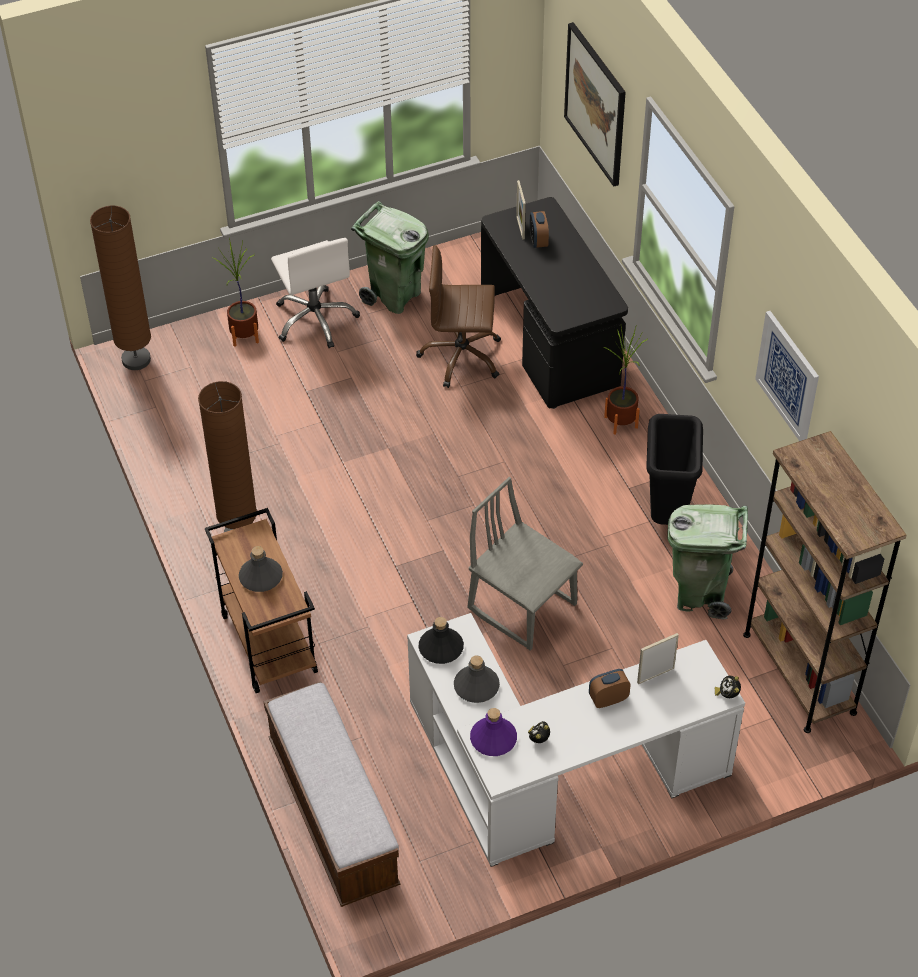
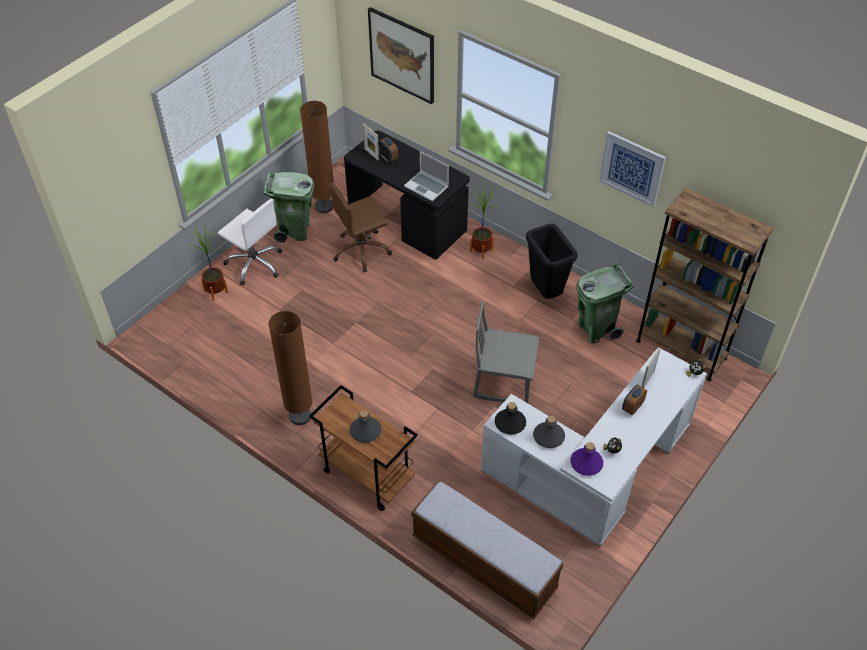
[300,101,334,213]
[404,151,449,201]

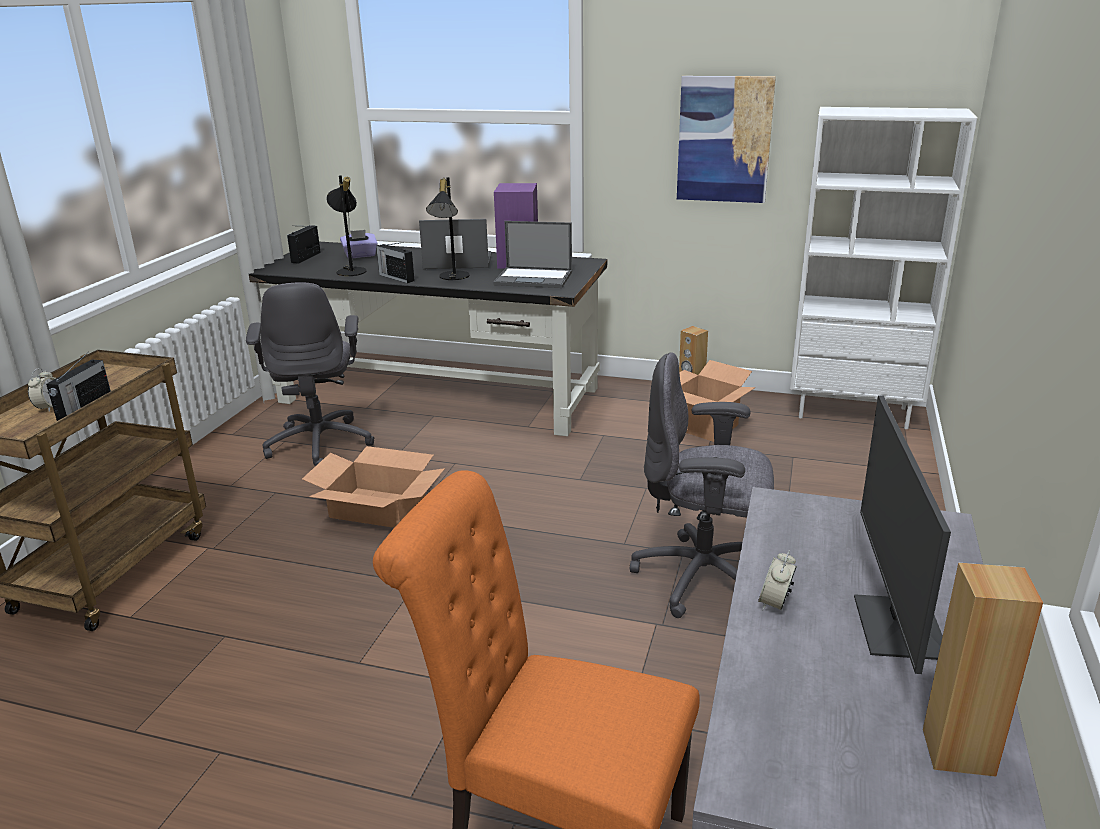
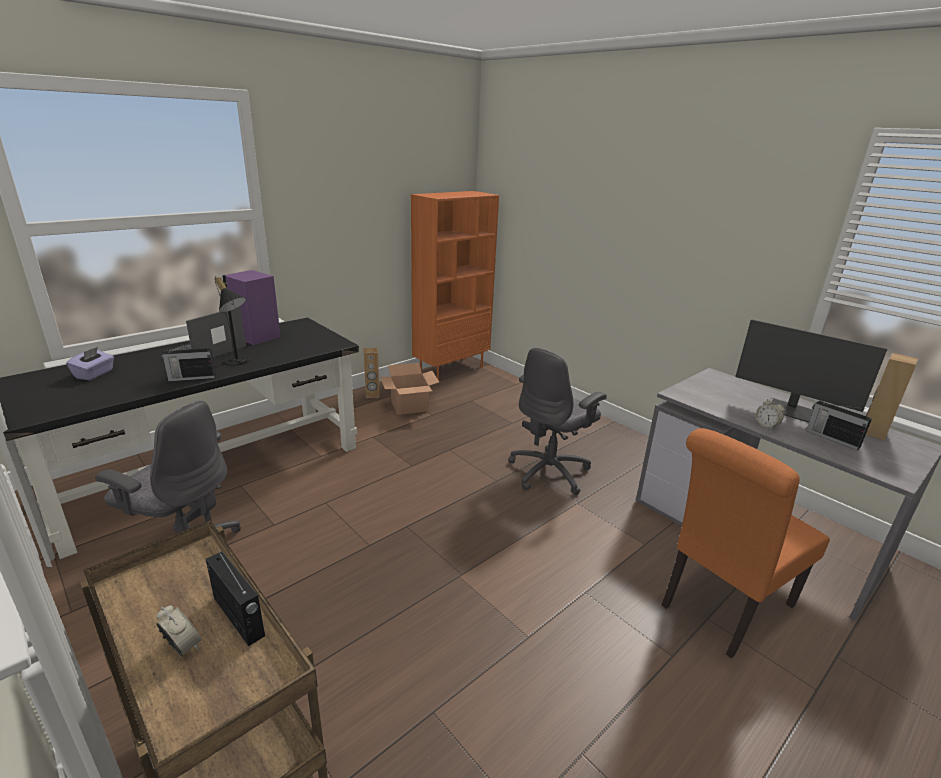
[806,401,872,450]
[302,446,445,528] (first image)
[327,175,367,276] (first image)
[493,221,572,288] (first image)
[677,76,776,203] (first image)
[411,191,499,381]

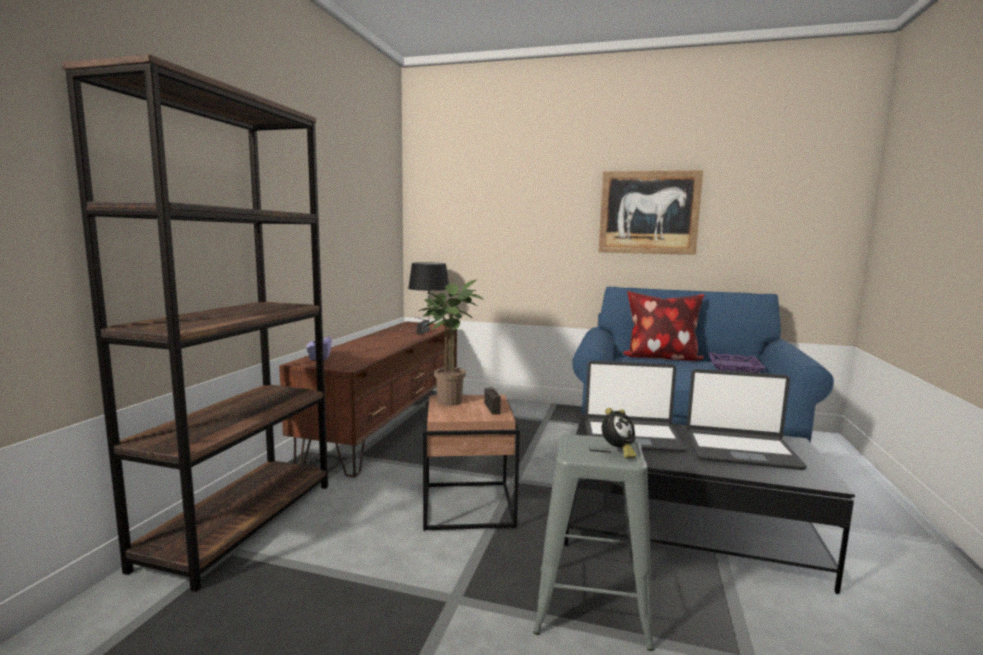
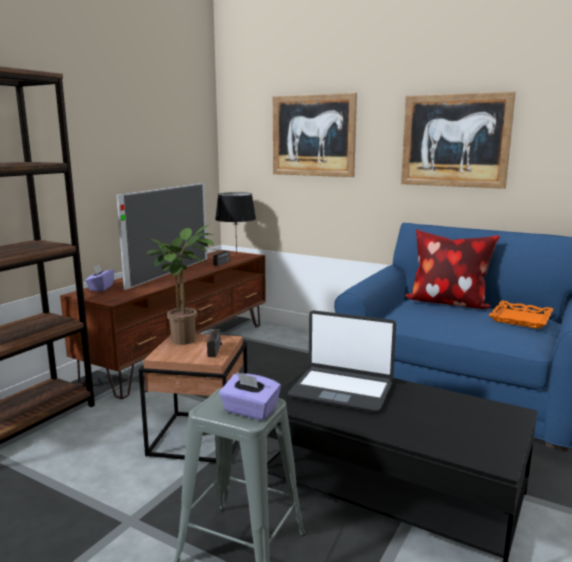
[219,372,281,420]
[686,369,807,470] (first image)
[489,301,554,329]
[116,183,207,290]
[273,93,357,177]

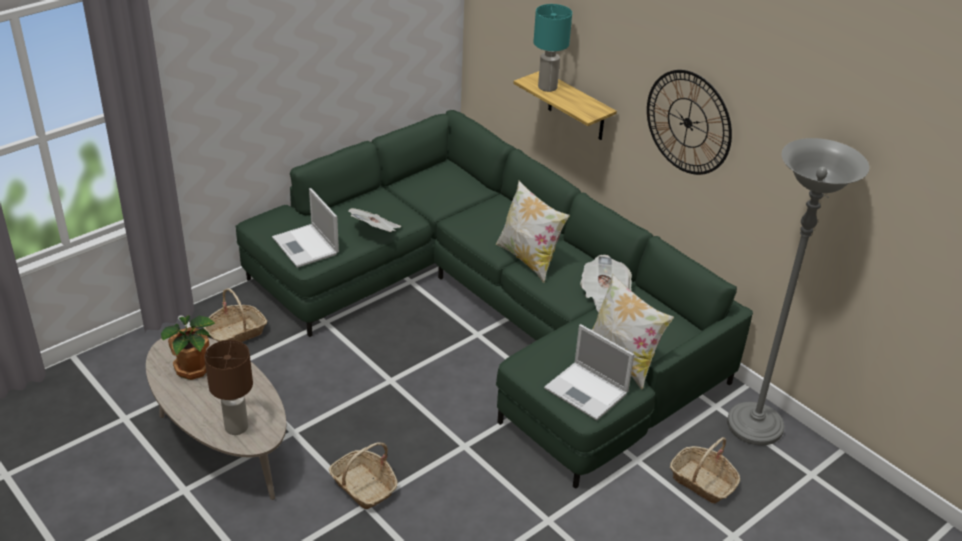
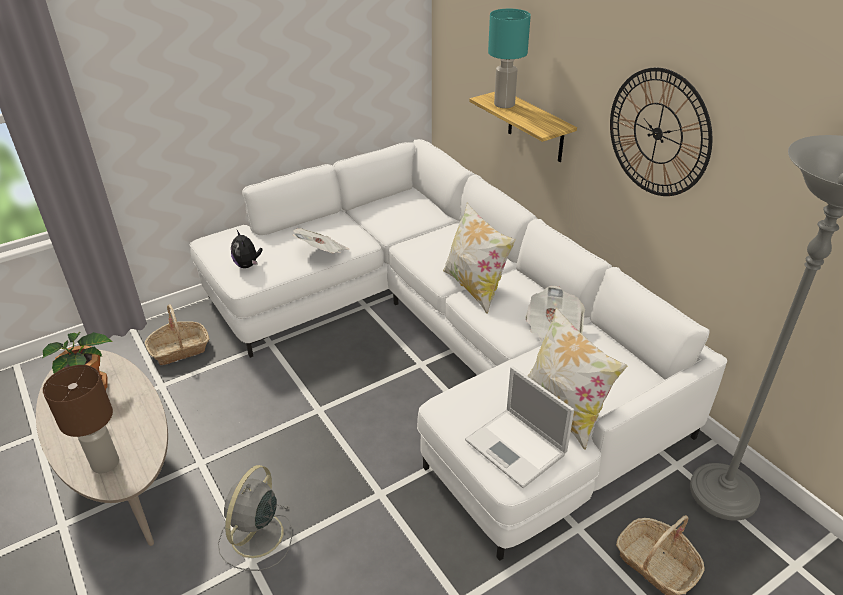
[189,139,727,561]
[231,230,262,268]
[218,465,292,571]

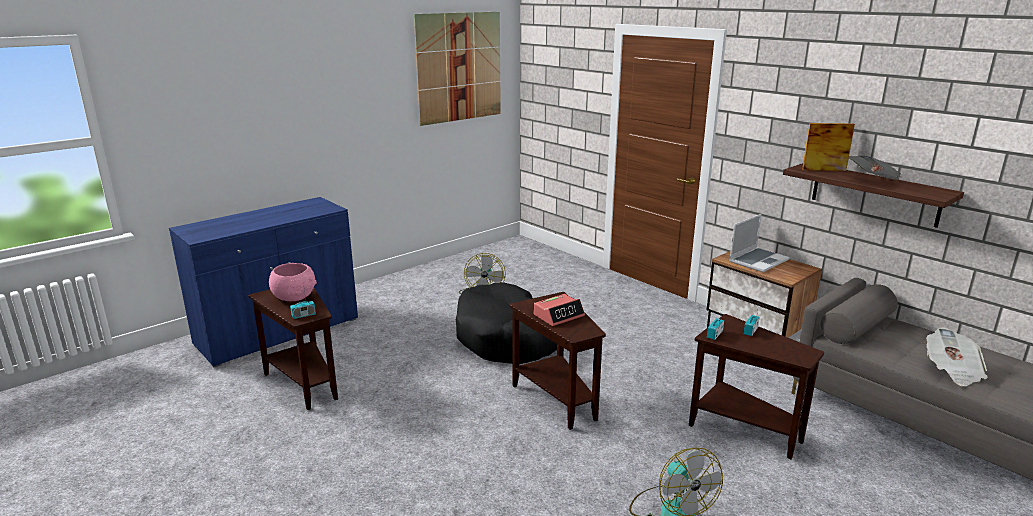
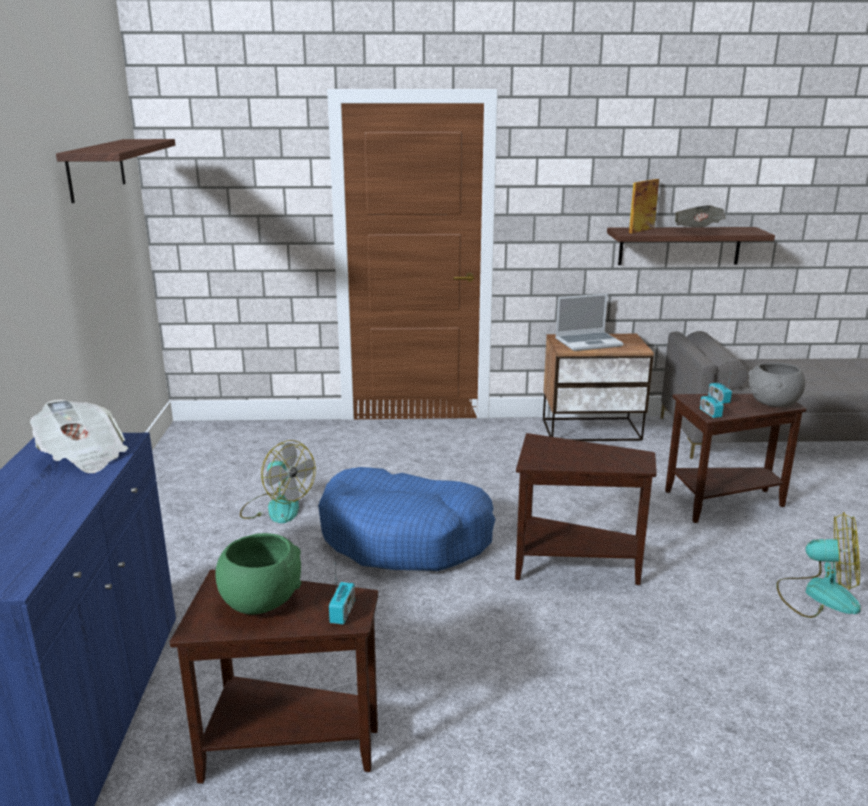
[215,533,301,614]
[56,139,175,203]
[318,467,495,571]
[534,294,585,326] (first image)
[555,293,624,351]
[30,399,128,473]
[748,363,805,407]

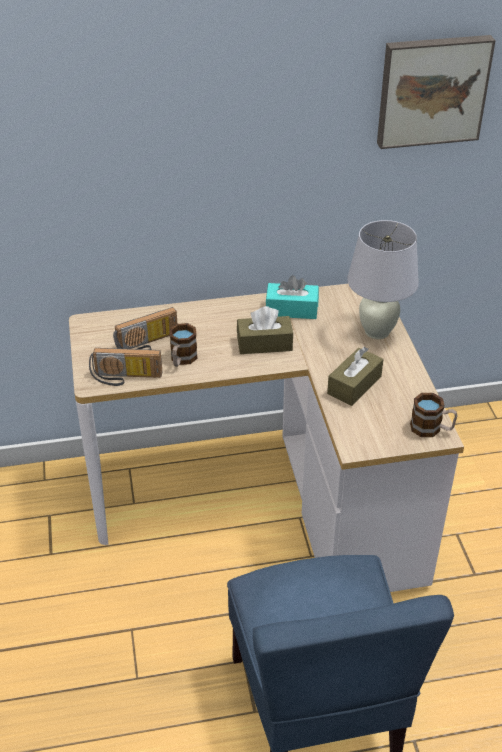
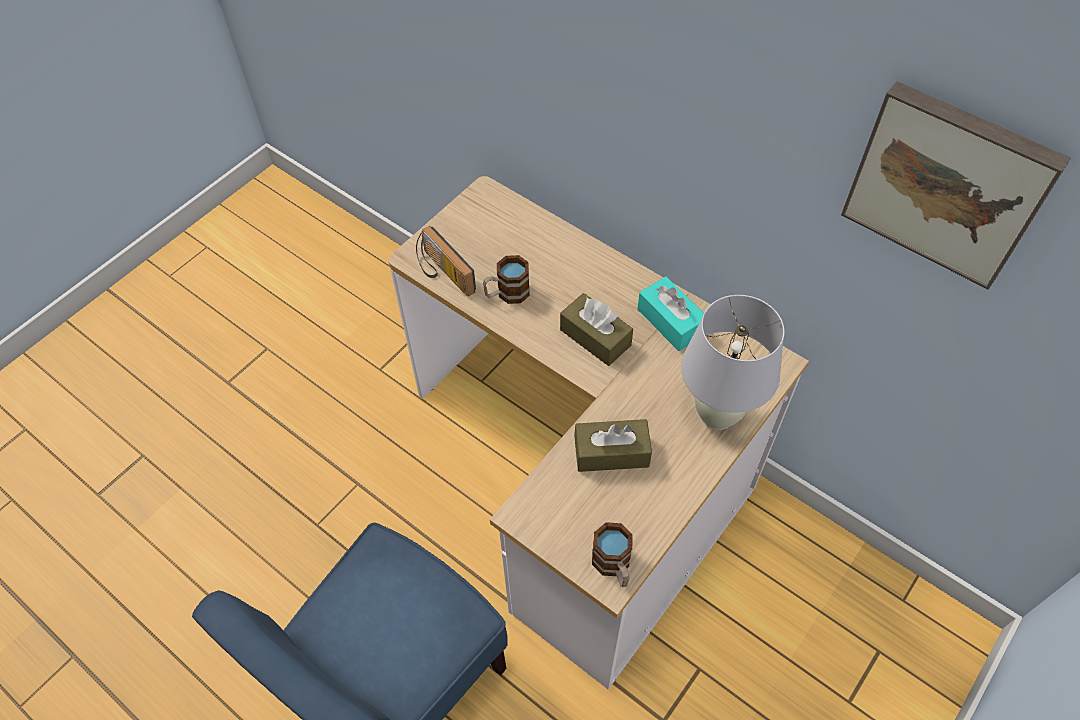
[113,307,177,350] (first image)

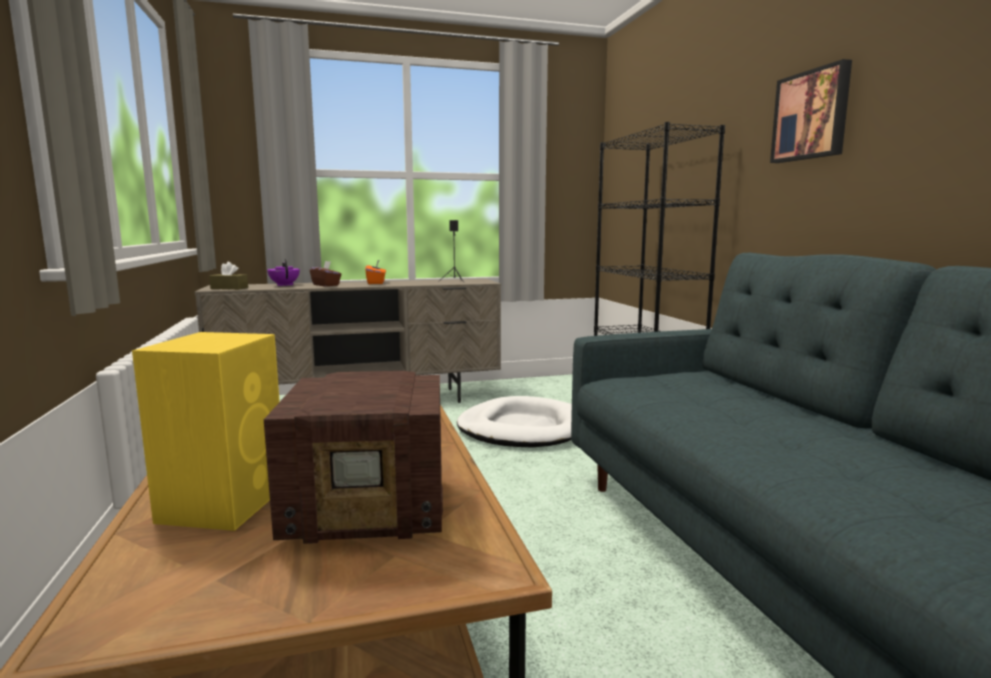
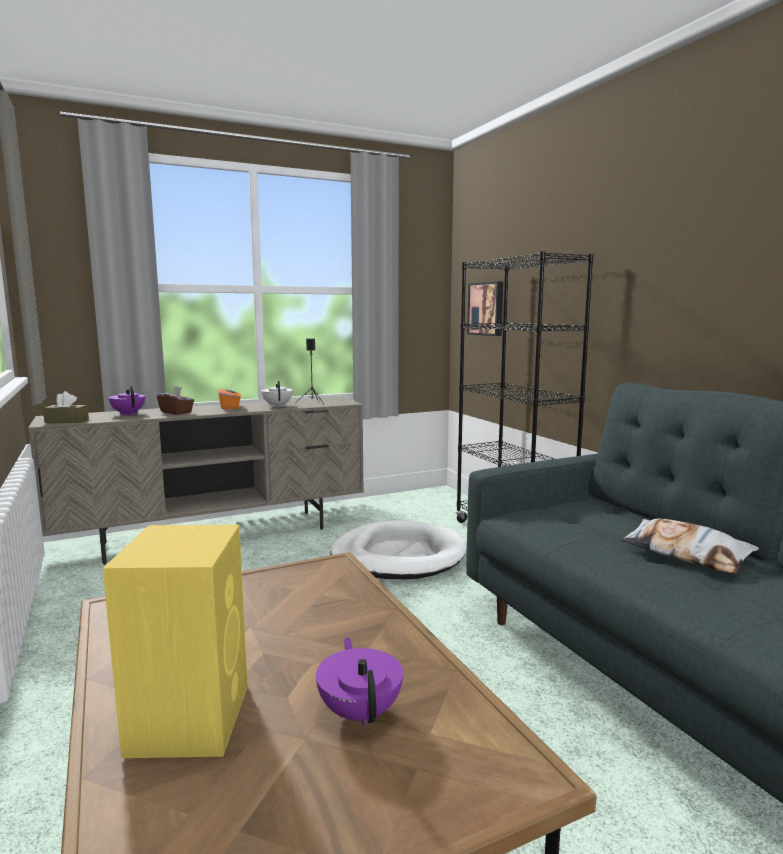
[316,637,403,727]
[467,281,503,336]
[261,381,293,408]
[620,518,759,574]

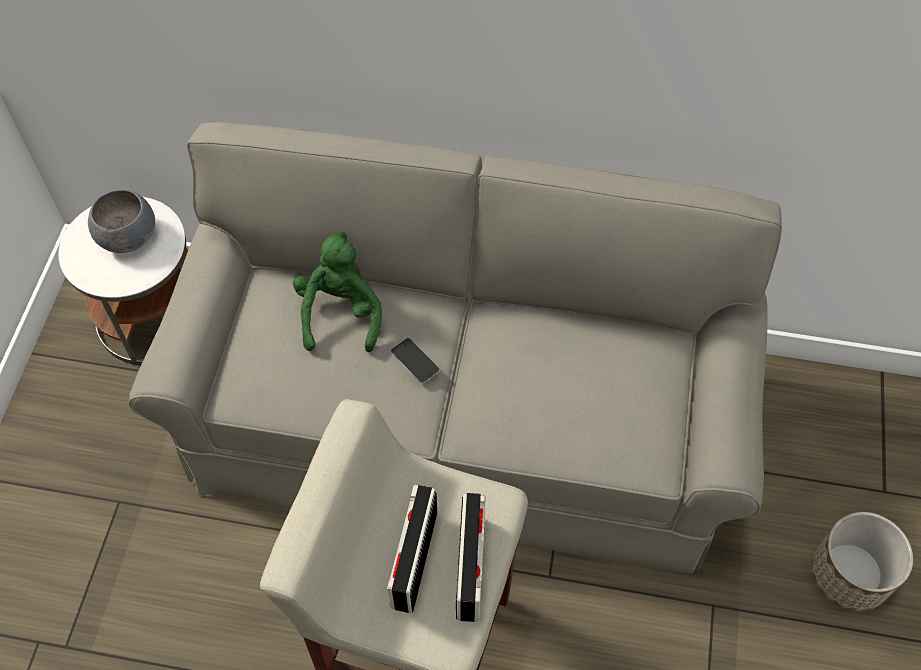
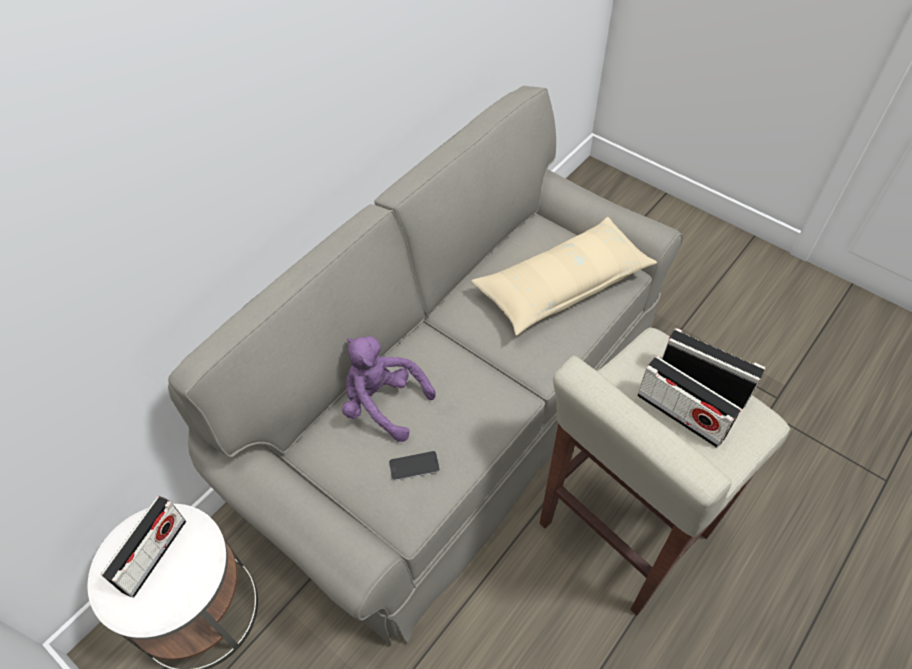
[101,496,186,598]
[342,337,436,442]
[389,451,440,481]
[811,512,913,611] (first image)
[471,217,657,336]

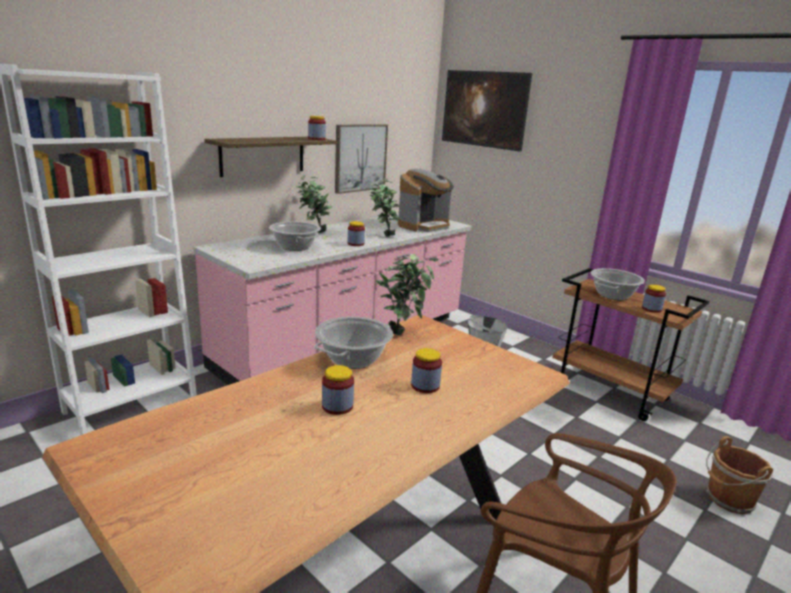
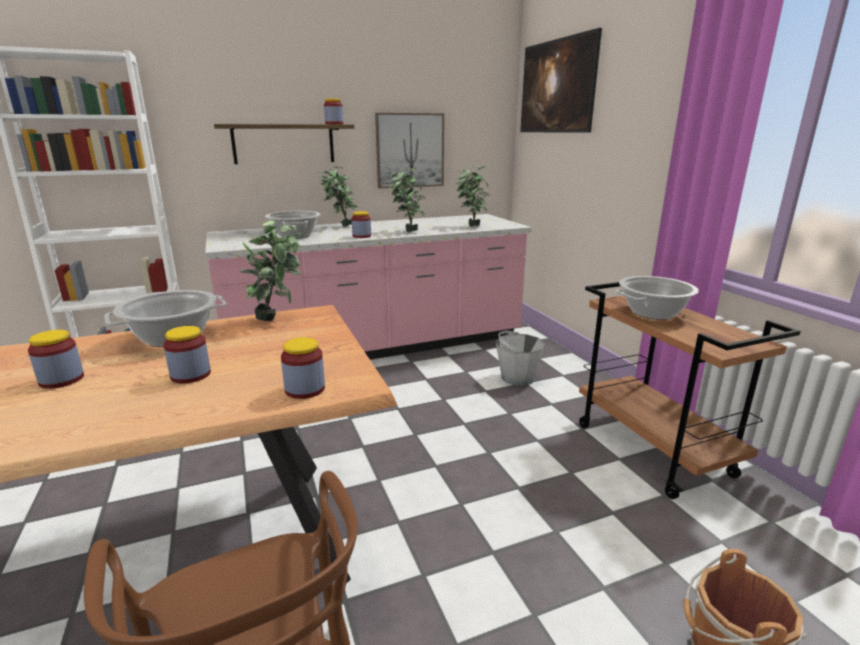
[456,166,490,226]
[281,337,325,399]

